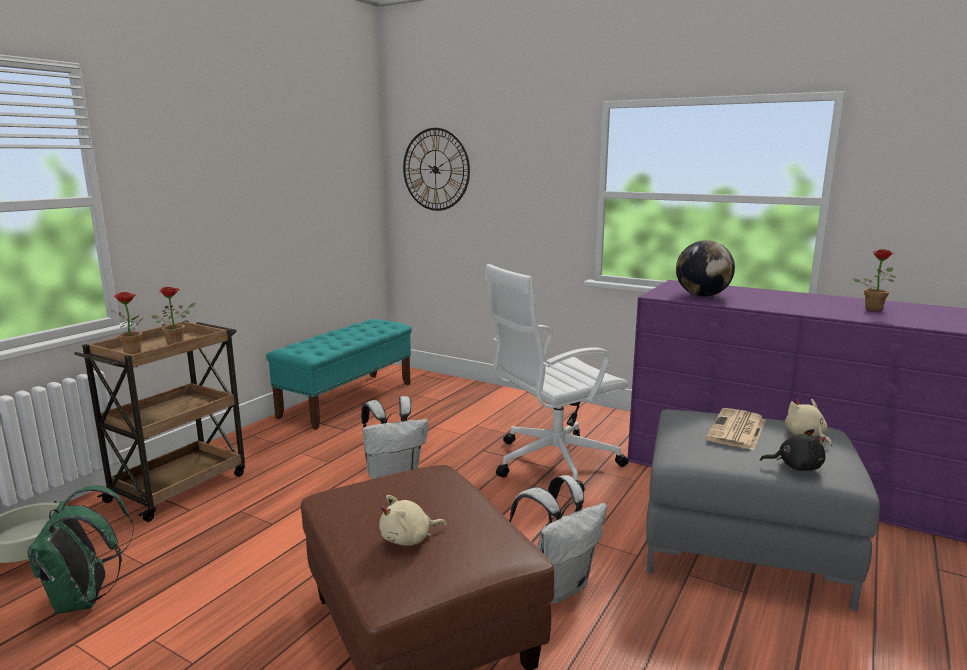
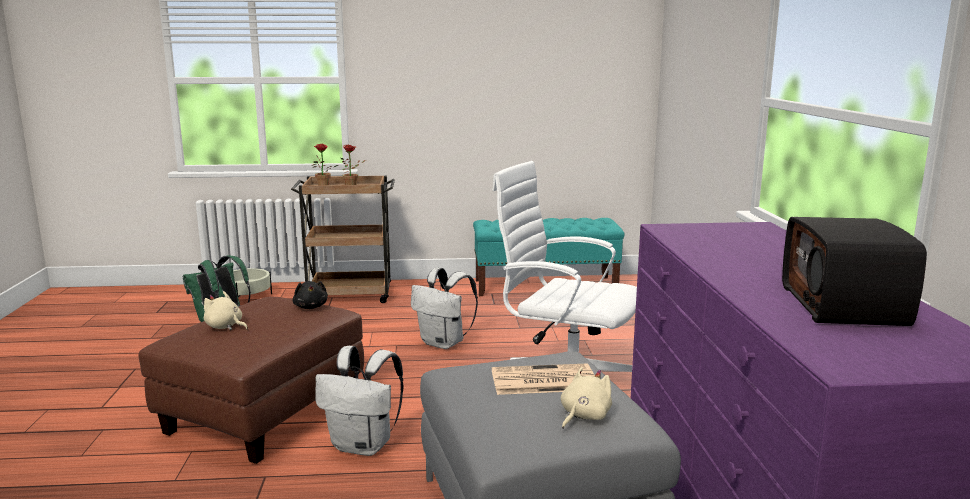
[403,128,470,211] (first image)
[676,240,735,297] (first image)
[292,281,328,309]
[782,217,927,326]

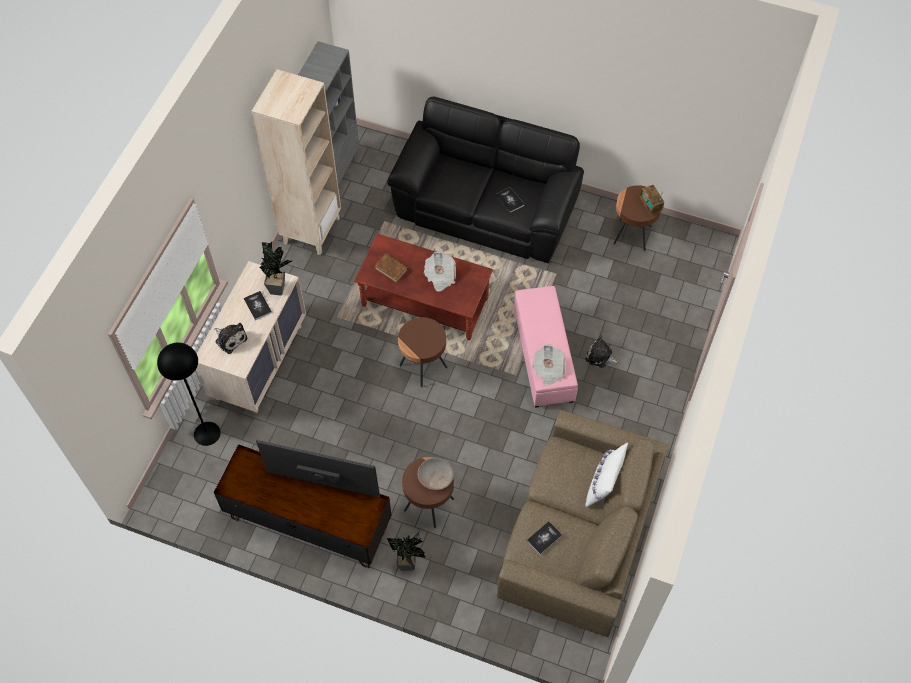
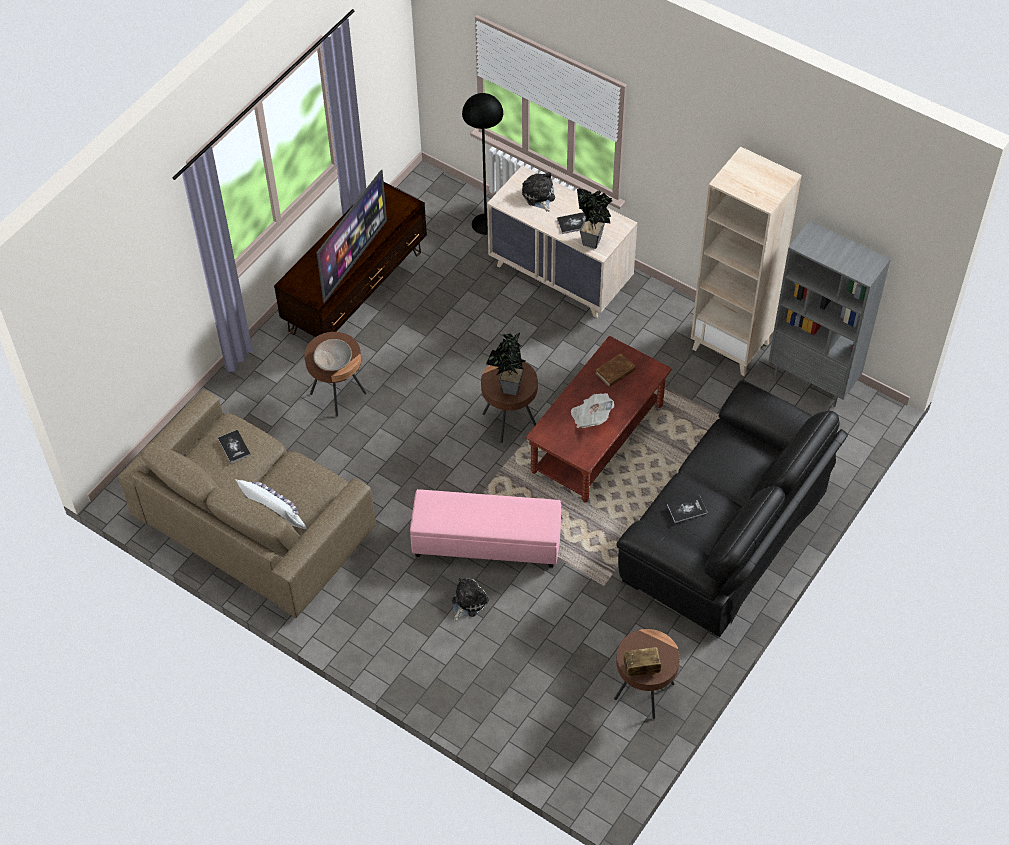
[522,172,555,212]
[486,333,525,395]
[532,344,566,386] (first image)

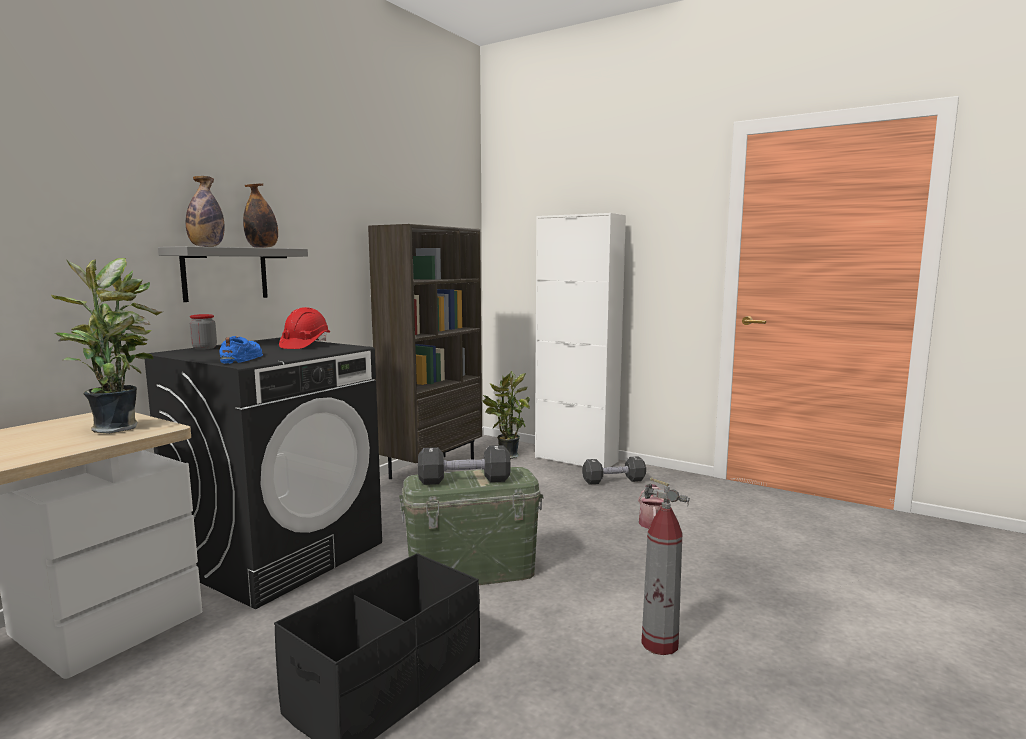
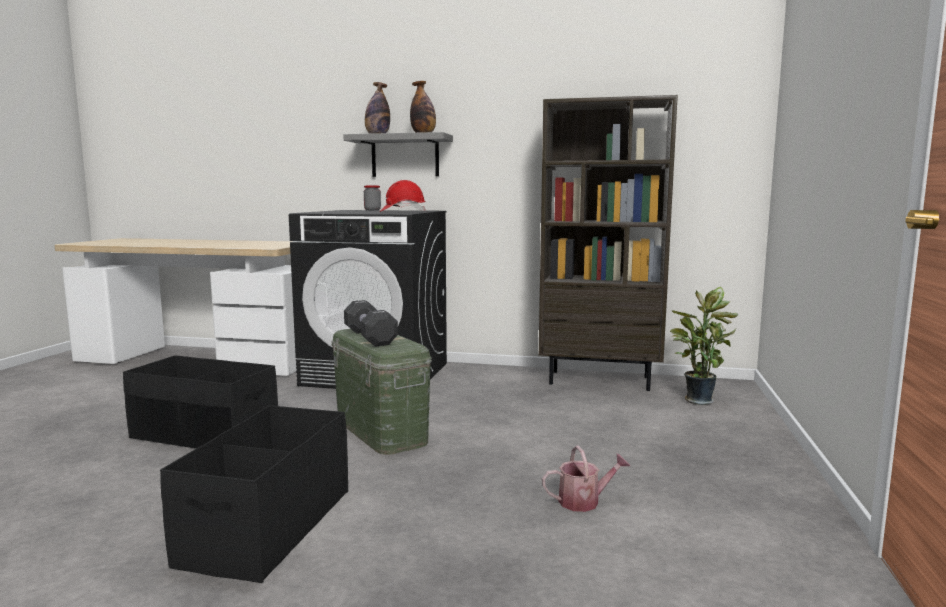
[51,258,162,434] (first image)
[219,336,263,364] (first image)
[535,213,626,468] (first image)
[582,456,646,485] (first image)
[160,405,348,583]

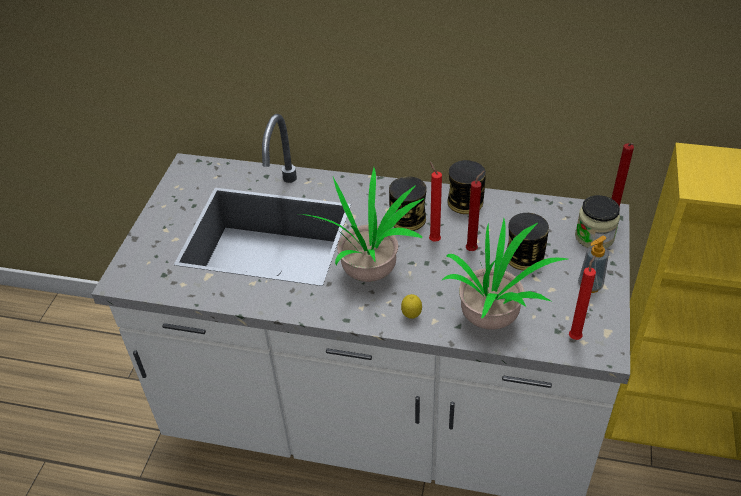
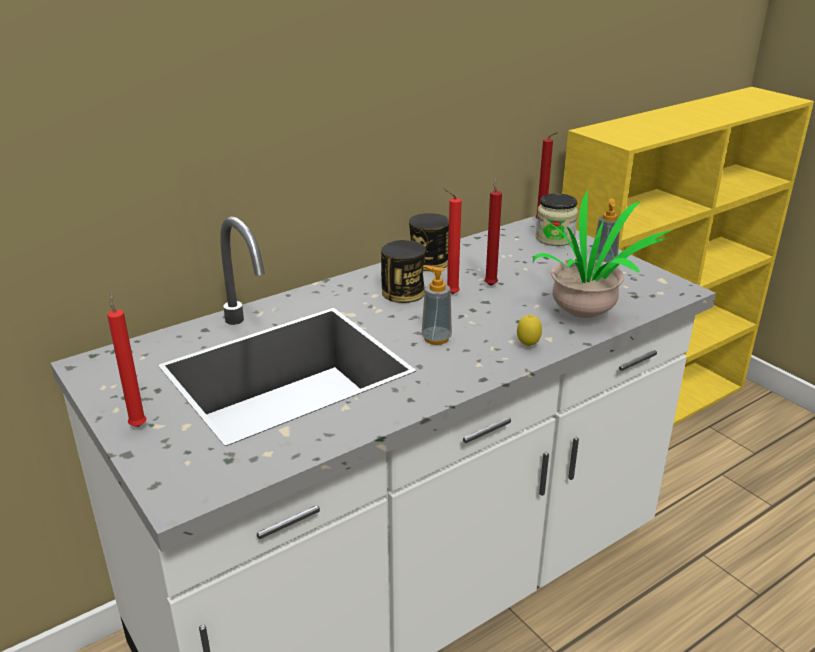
[422,265,452,345]
[507,213,549,270] (first image)
[107,292,147,427]

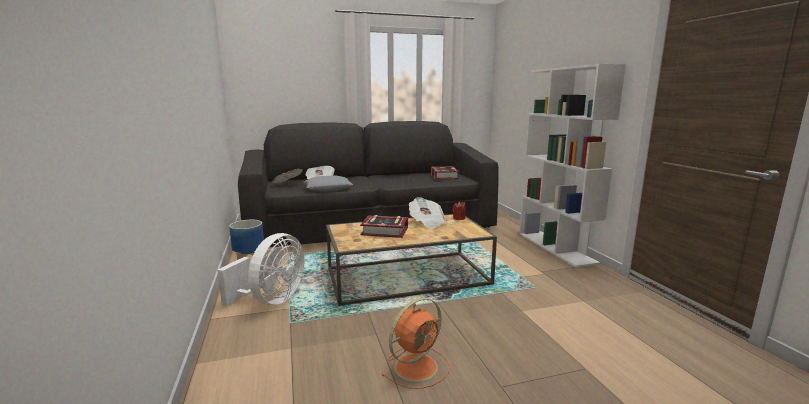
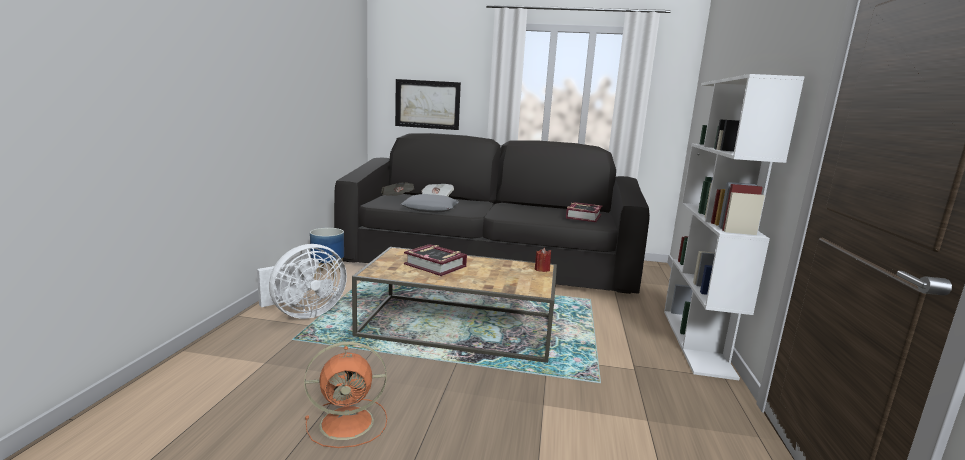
[409,197,446,229] (first image)
[395,79,461,130]

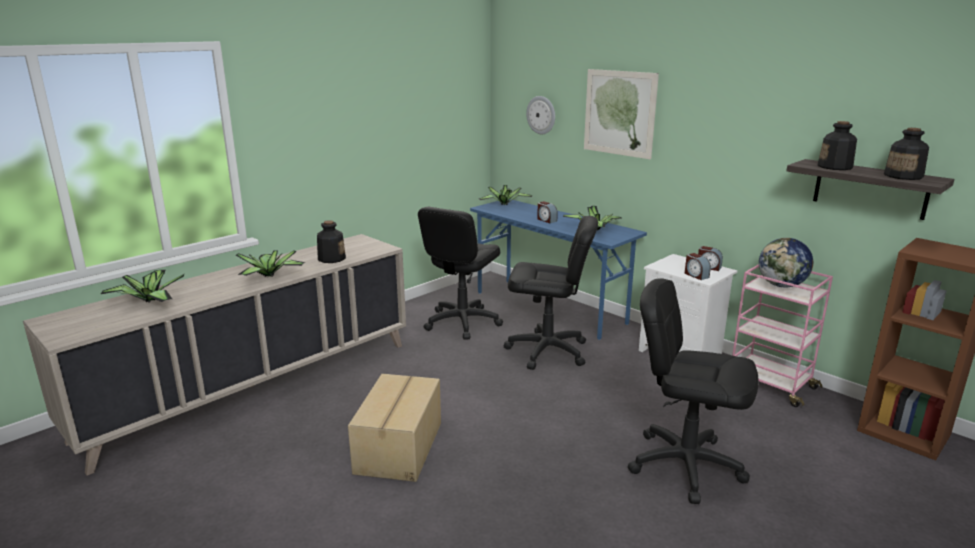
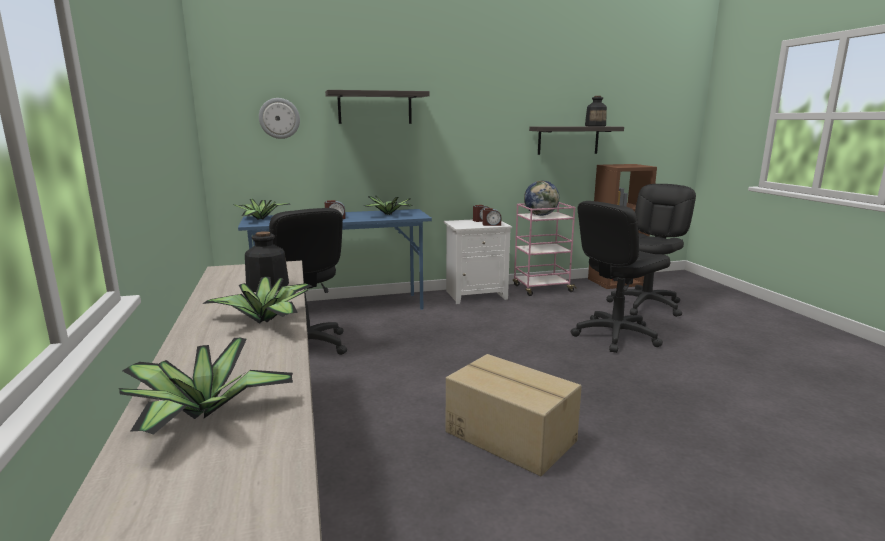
[606,184,696,317]
[325,90,430,124]
[818,121,857,170] (first image)

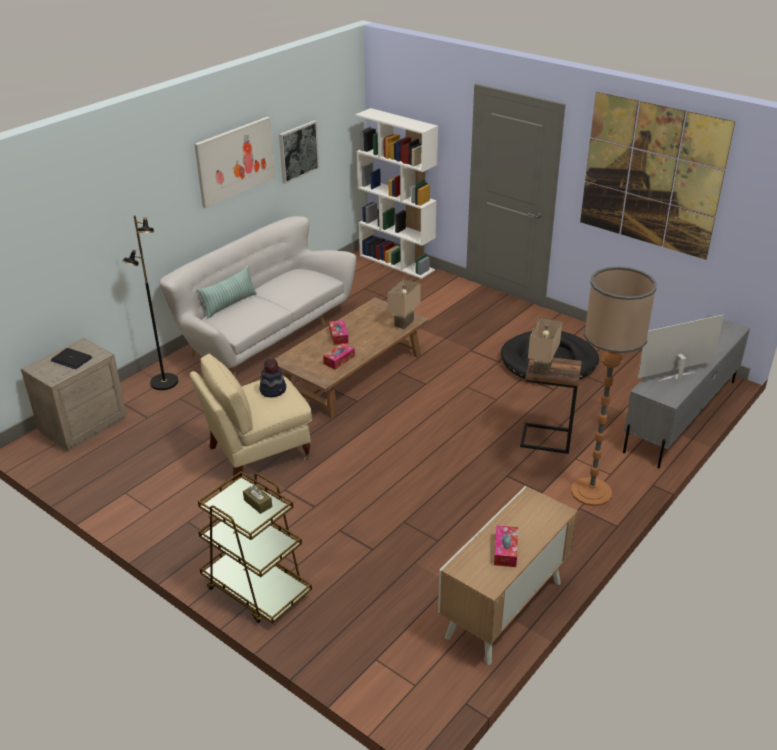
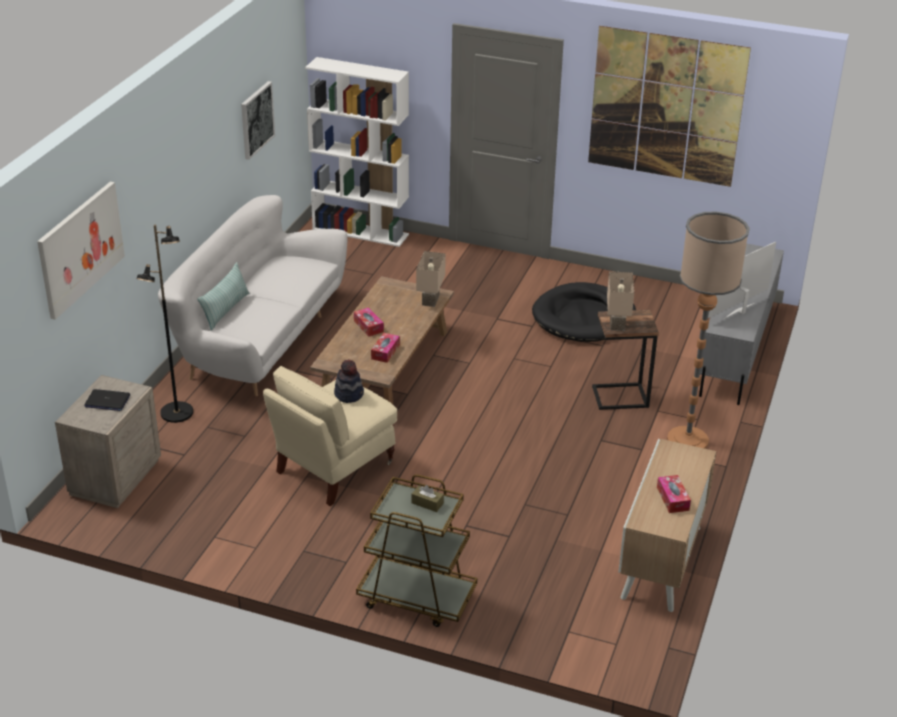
[37,182,125,320]

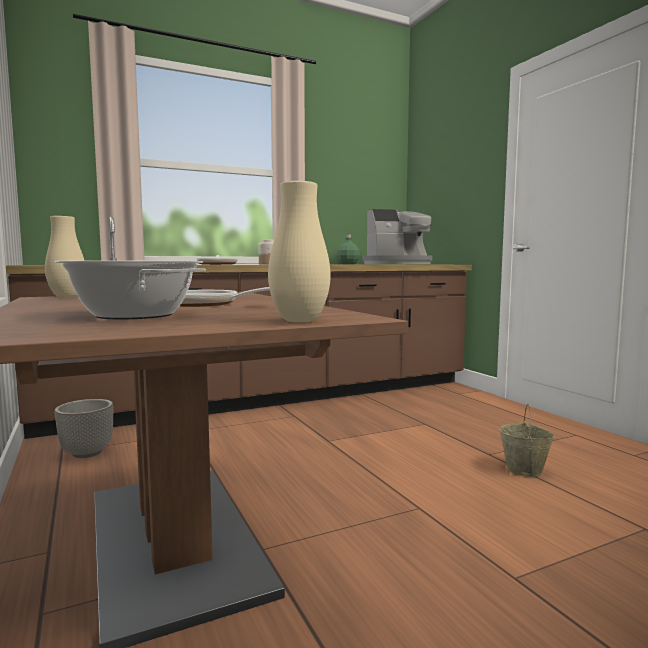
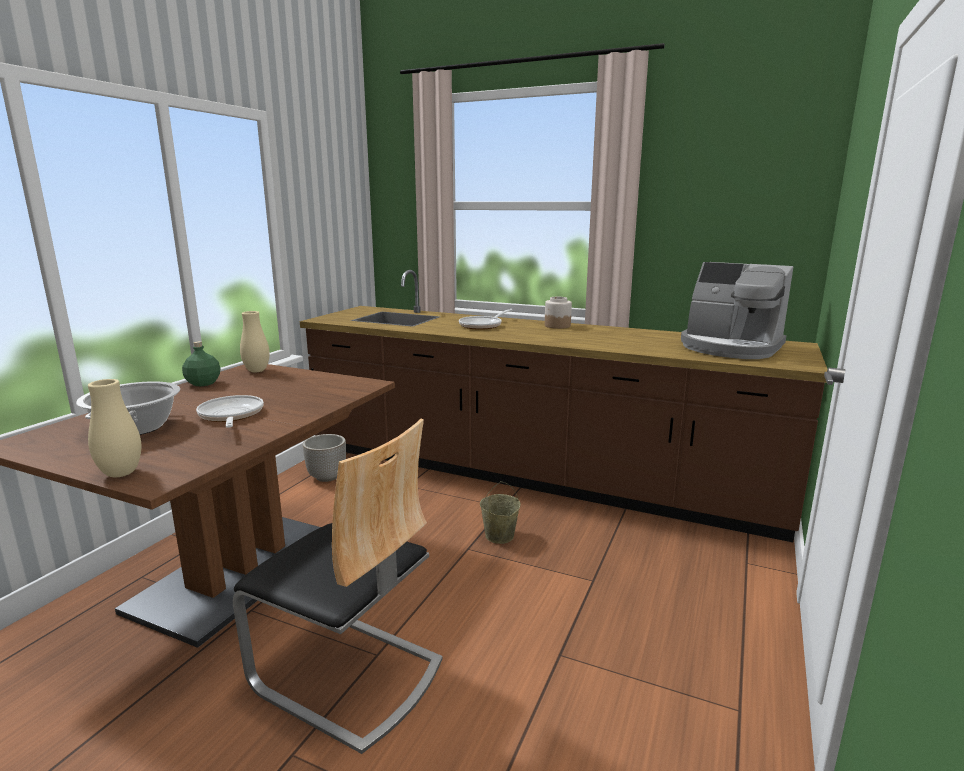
[182,341,221,386]
[480,481,521,544]
[233,419,443,754]

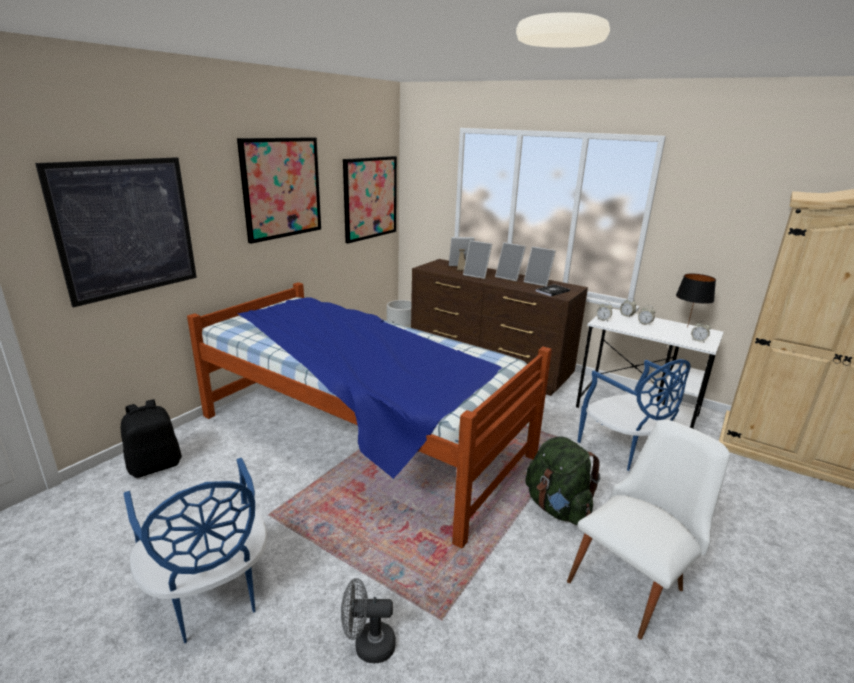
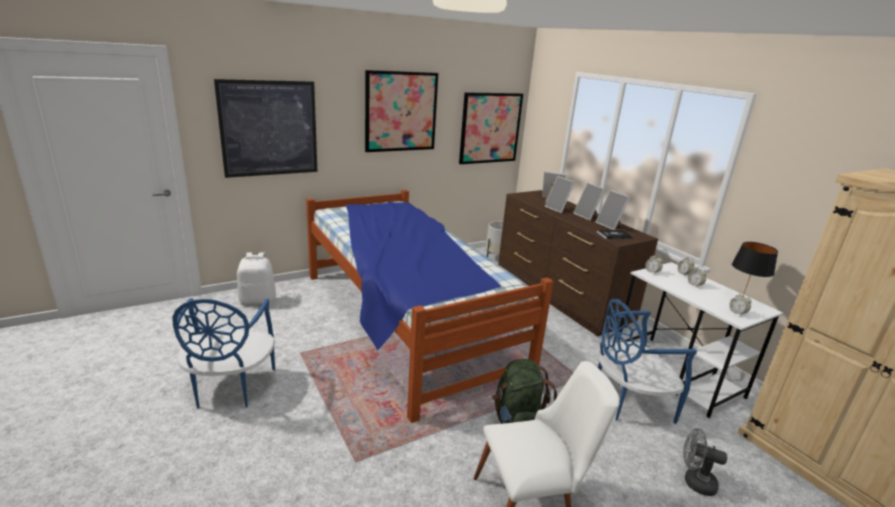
[237,252,276,304]
[683,428,727,496]
[598,299,697,424]

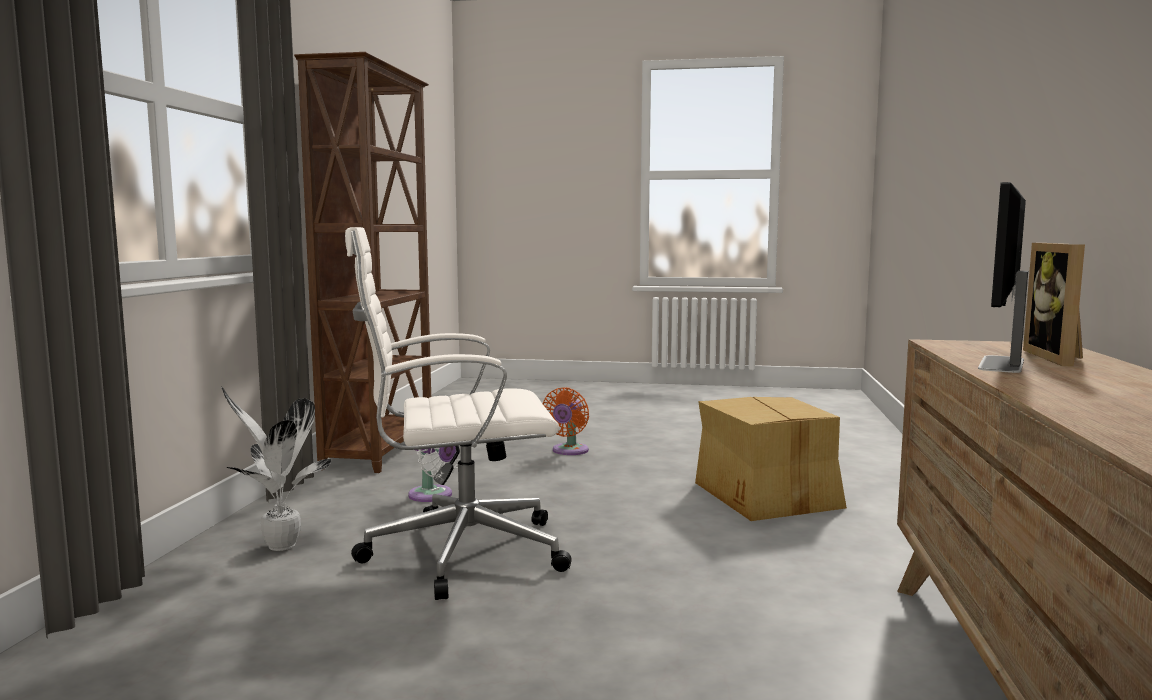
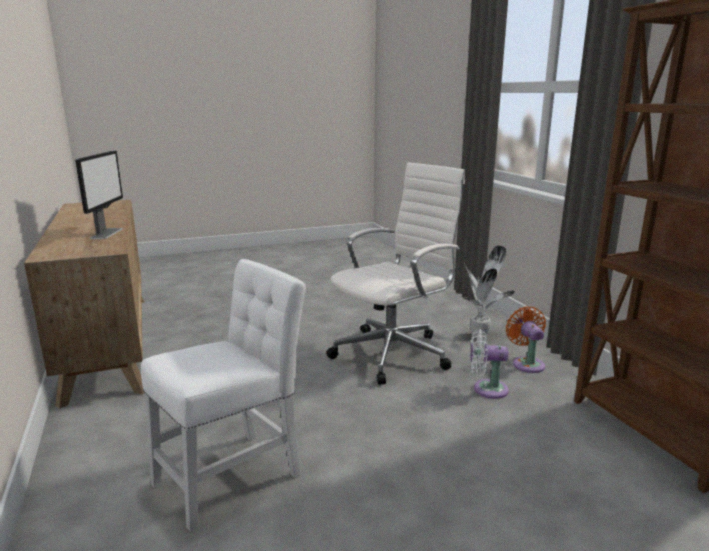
[506,306,546,373]
[141,259,306,532]
[1023,243,1085,366] (first image)

